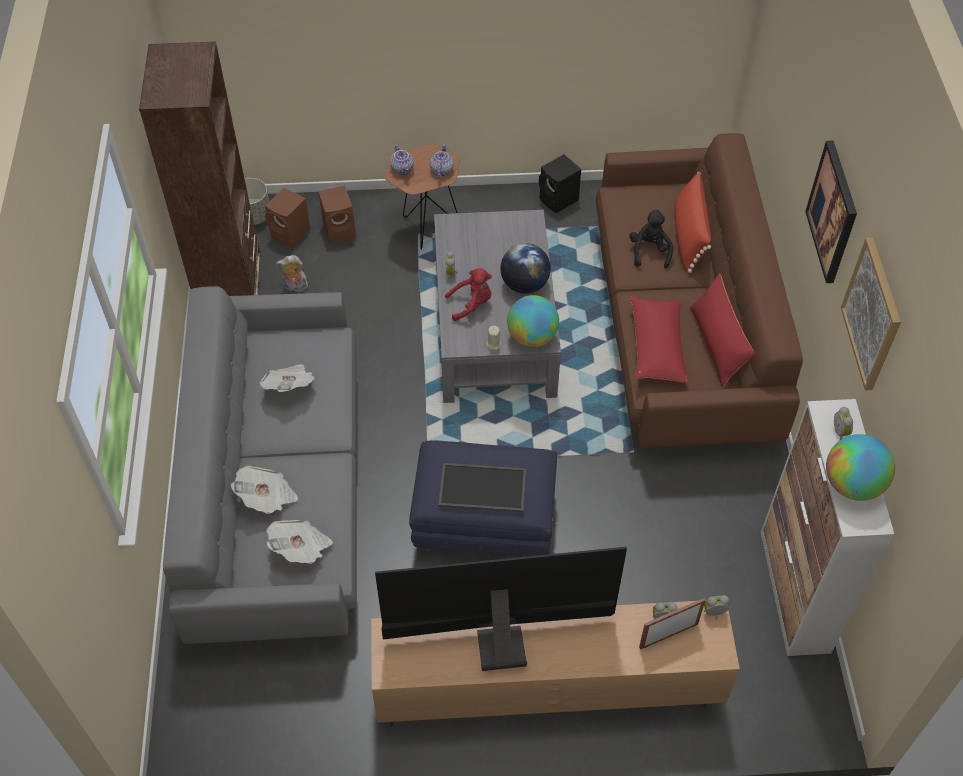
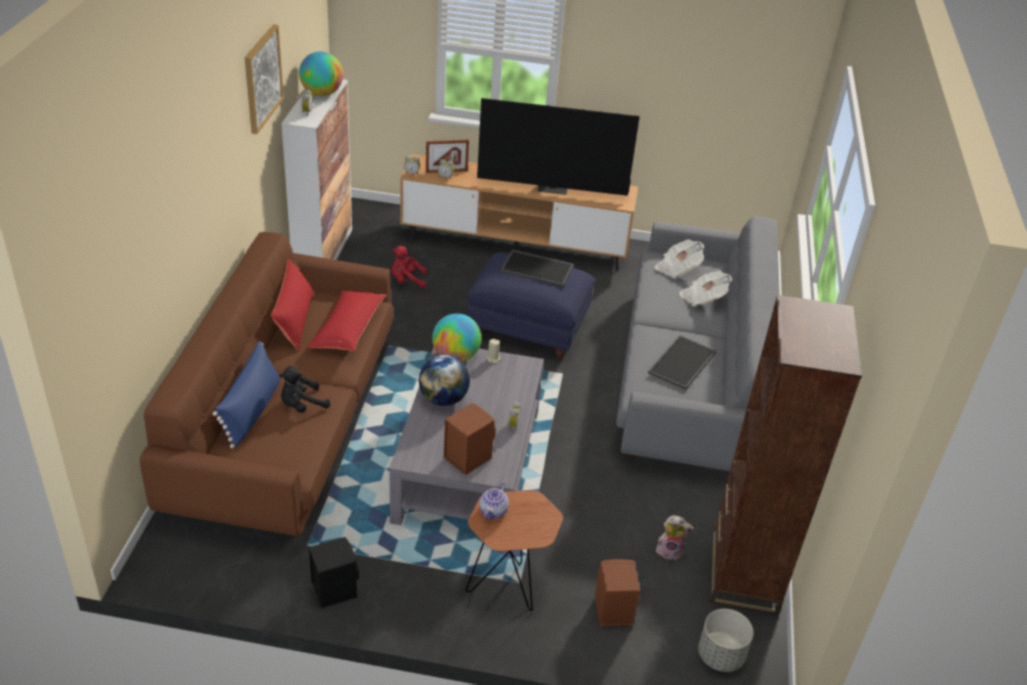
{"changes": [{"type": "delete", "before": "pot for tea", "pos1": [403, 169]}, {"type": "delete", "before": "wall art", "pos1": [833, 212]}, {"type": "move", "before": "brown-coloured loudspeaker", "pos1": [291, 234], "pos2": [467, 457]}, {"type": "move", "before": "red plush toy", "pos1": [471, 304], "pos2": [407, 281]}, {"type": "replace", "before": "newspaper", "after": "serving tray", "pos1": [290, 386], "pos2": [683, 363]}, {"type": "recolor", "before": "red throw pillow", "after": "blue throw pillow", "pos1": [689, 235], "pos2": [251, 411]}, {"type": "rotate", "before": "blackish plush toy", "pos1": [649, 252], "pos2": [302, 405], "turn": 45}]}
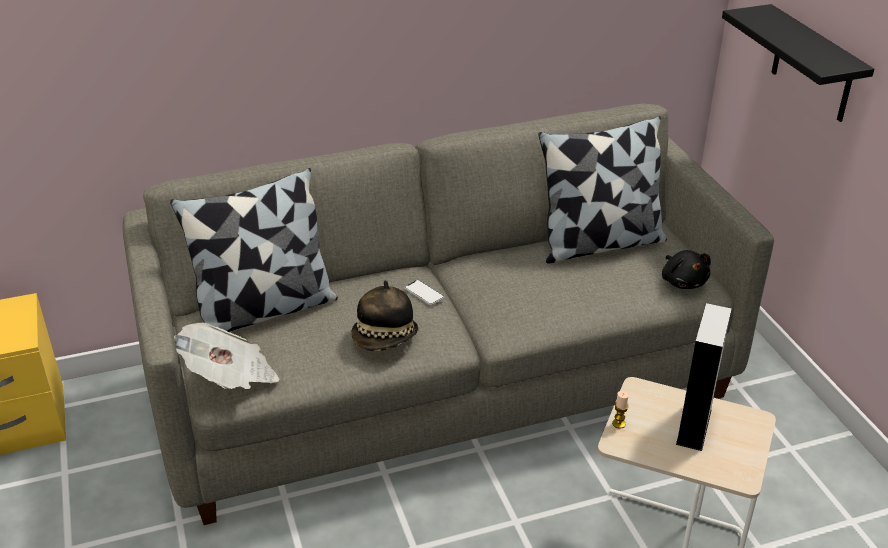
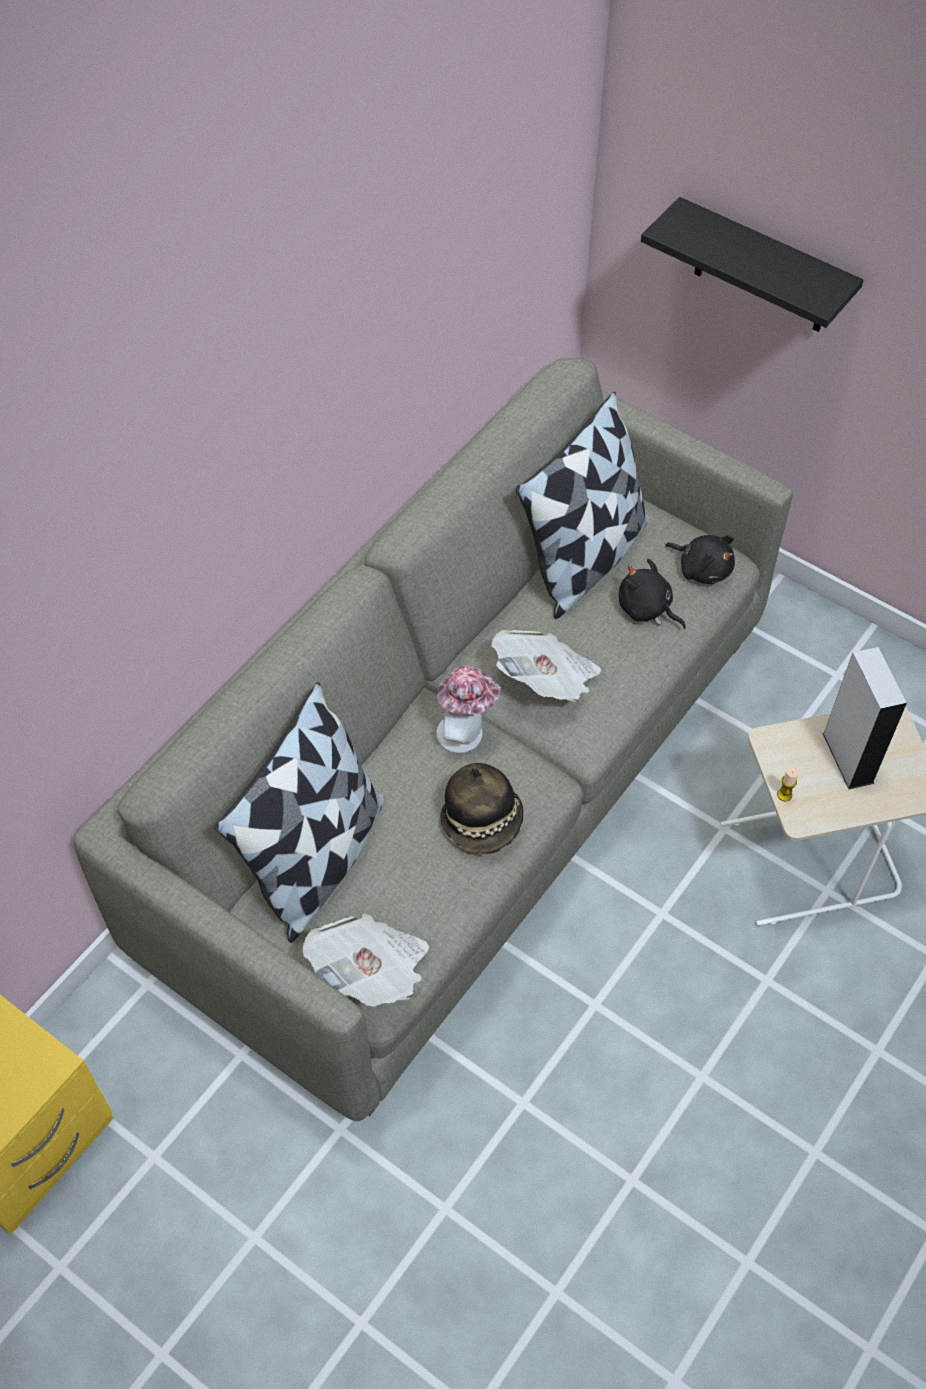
{"changes": [{"type": "insert", "after": "newspaper", "pos2": [546, 680]}, {"type": "insert", "after": "blackish plush toy", "pos2": [646, 609]}, {"type": "replace", "before": "handset", "after": "wearable hat", "pos1": [424, 293], "pos2": [466, 734]}]}
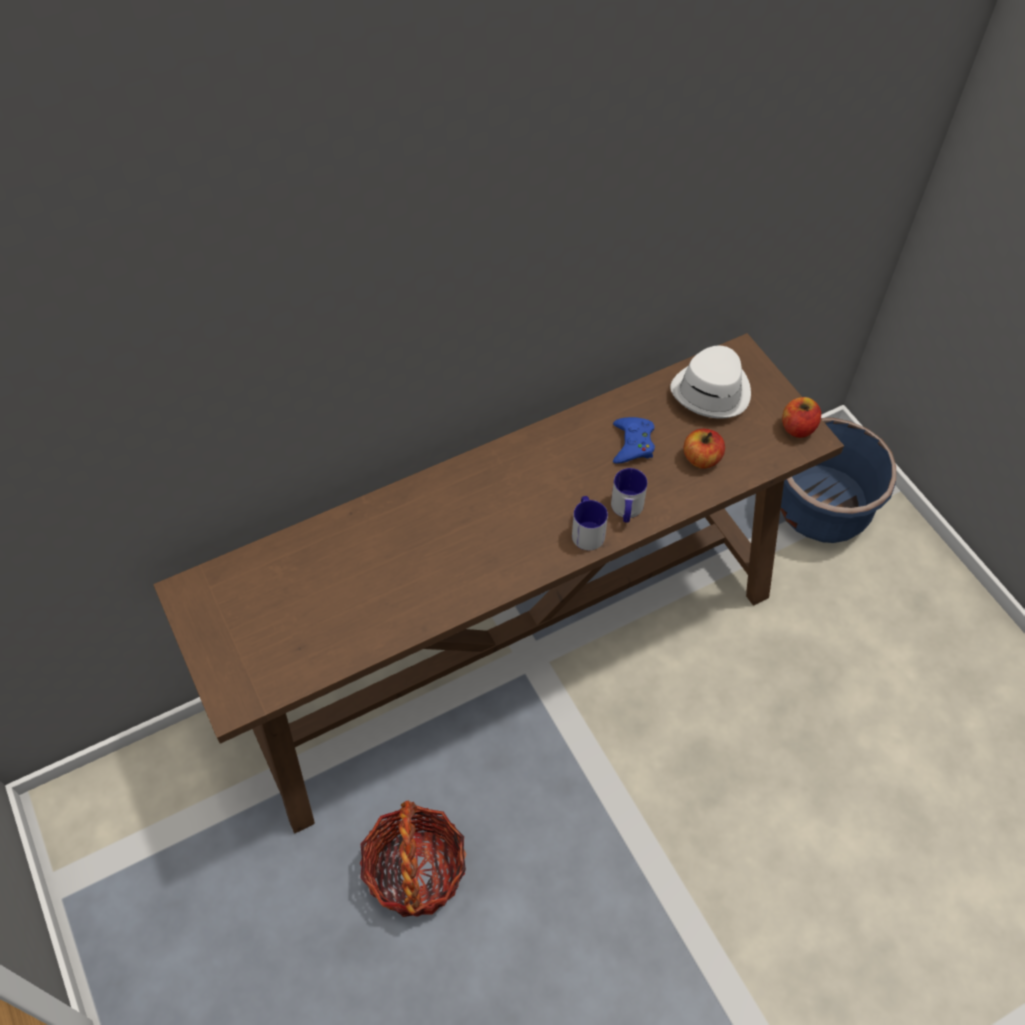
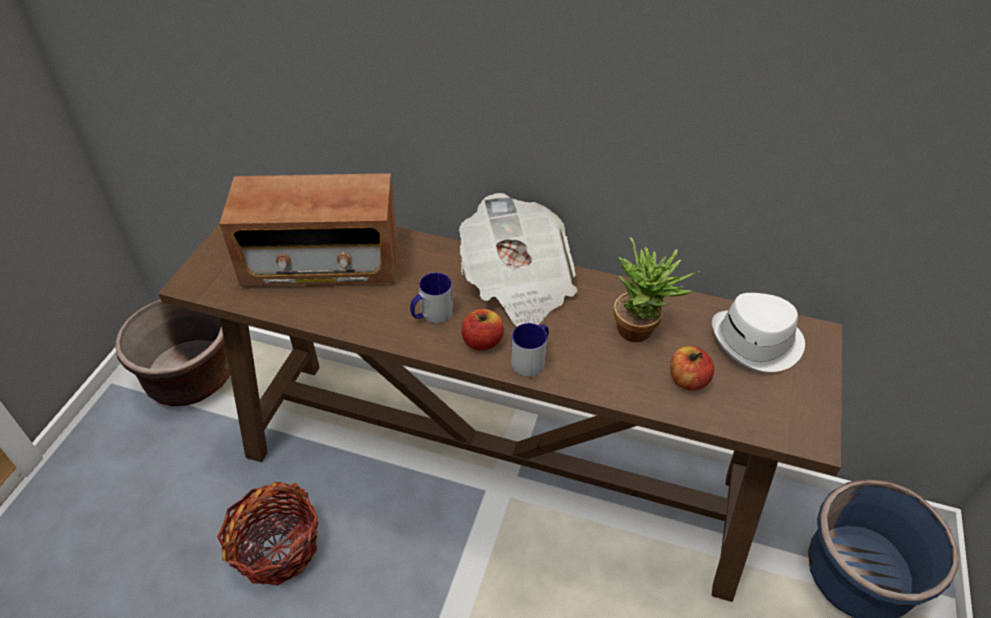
{"changes": [{"type": "insert", "after": "brown-coloured flower pot", "pos2": [191, 377]}, {"type": "insert", "after": "radio", "pos2": [321, 263]}, {"type": "insert", "after": "newspaper", "pos2": [517, 284]}, {"type": "move", "before": "coffee mug", "pos1": [626, 510], "pos2": [431, 314]}, {"type": "move", "before": "apple", "pos1": [797, 428], "pos2": [482, 341]}, {"type": "replace", "before": "blue game controller", "after": "plant in a pot", "pos1": [632, 444], "pos2": [642, 330]}]}
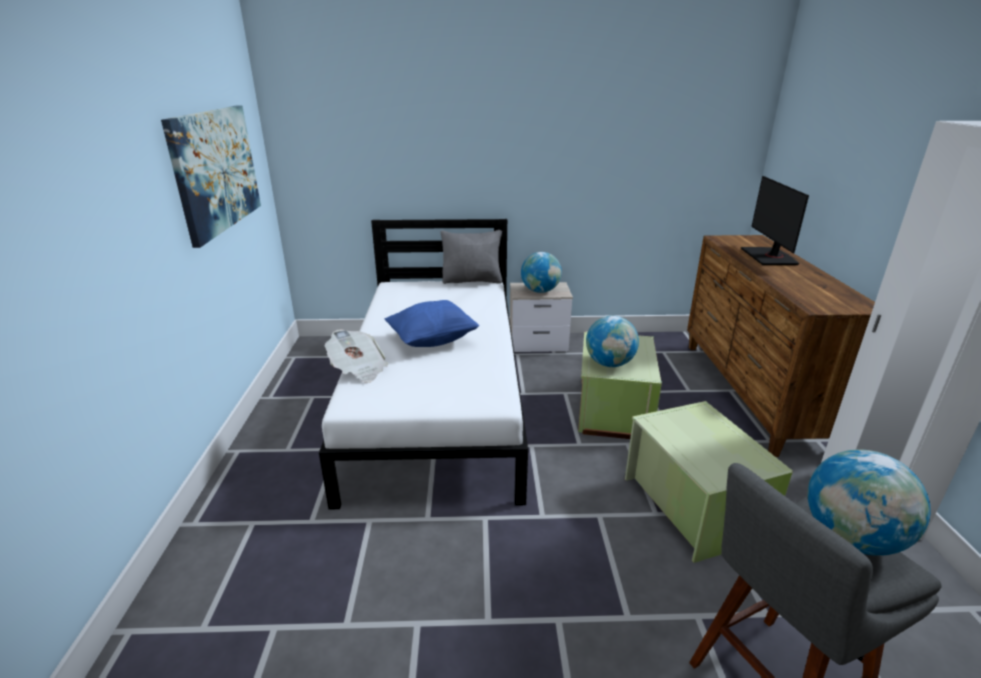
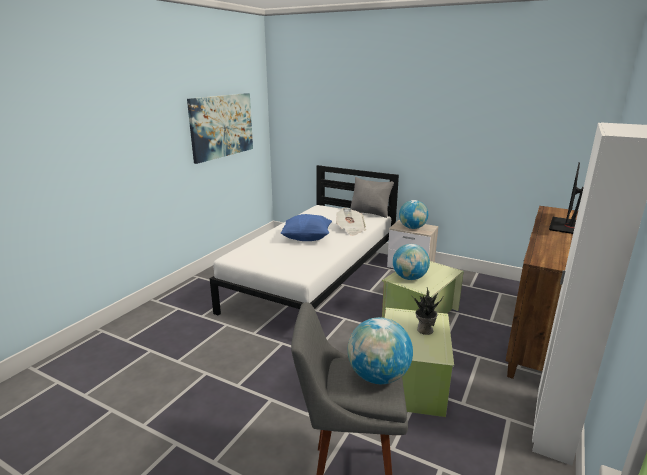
{"changes": [{"type": "insert", "after": "plant in a pot", "pos2": [424, 330]}, {"type": "move", "before": "newspaper", "pos1": [358, 369], "pos2": [350, 229]}]}
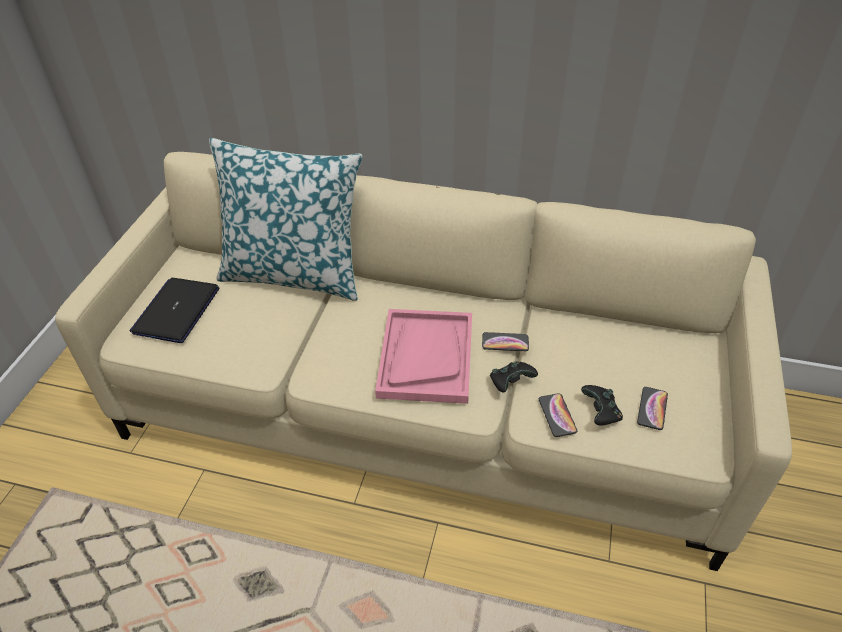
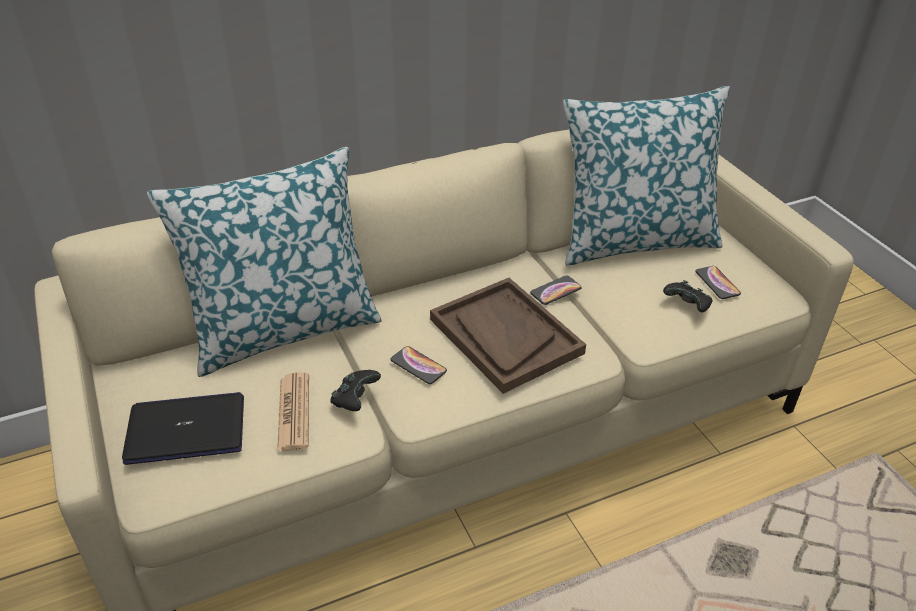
{"changes": [{"type": "insert", "after": "newspaper", "pos2": [294, 412]}, {"type": "insert", "after": "throw pillow", "pos2": [634, 240]}, {"type": "move", "before": "blackish game controller", "pos1": [510, 383], "pos2": [355, 399]}, {"type": "move", "before": "handset", "pos1": [557, 415], "pos2": [418, 366]}, {"type": "recolor", "before": "pinkish serving tray", "after": "brown-coloured serving tray", "pos1": [426, 357], "pos2": [505, 336]}, {"type": "rotate", "before": "portable computer", "pos1": [176, 311], "pos2": [187, 429], "turn": 105}]}
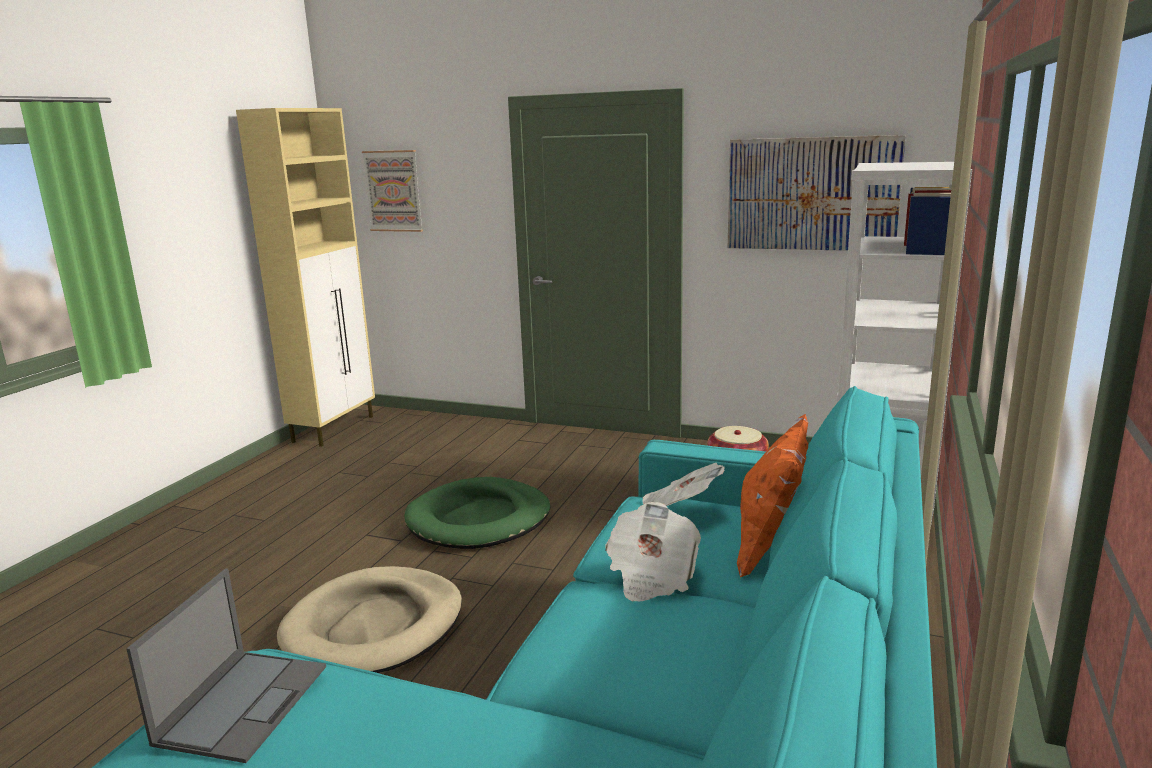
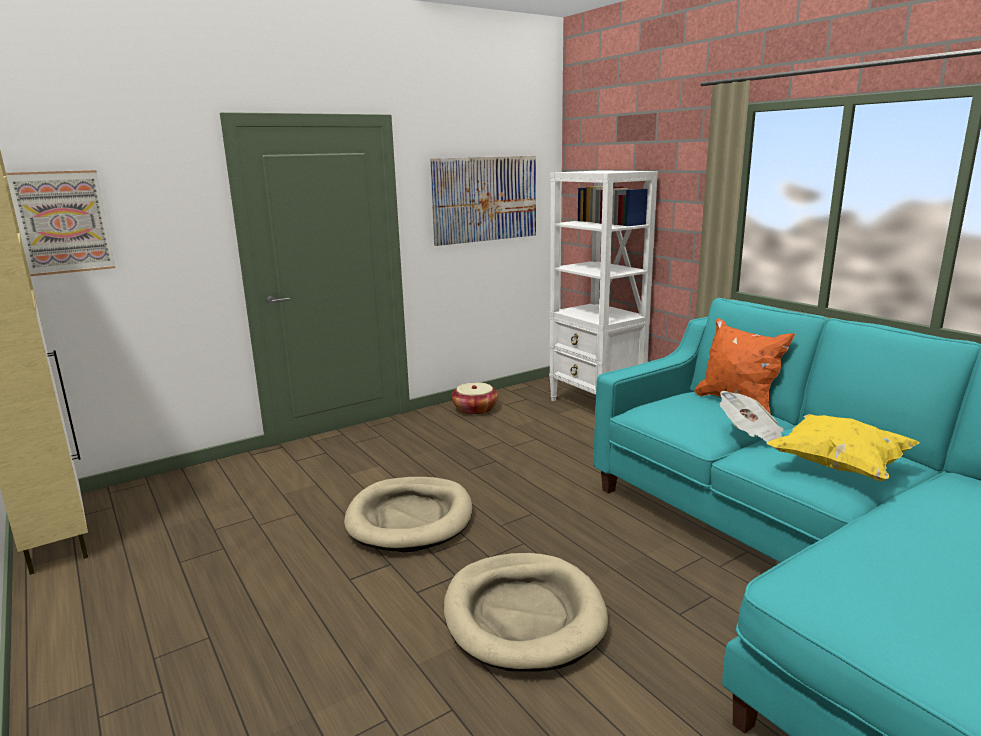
{"changes": [{"type": "delete", "before": "portable computer", "pos1": [243, 703]}, {"type": "delete", "before": "newspaper", "pos1": [679, 508]}, {"type": "insert", "after": "yellow-coloured throw pillow", "pos2": [838, 466]}, {"type": "recolor", "before": "green-coloured dog bed", "after": "beige-coloured dog bed", "pos1": [479, 519], "pos2": [410, 518]}]}
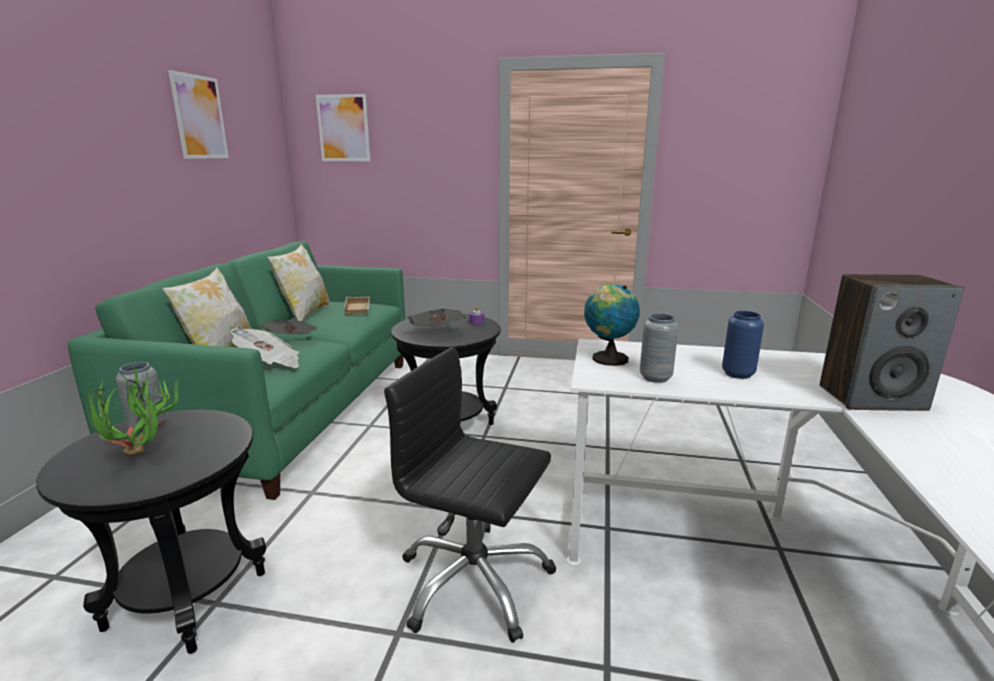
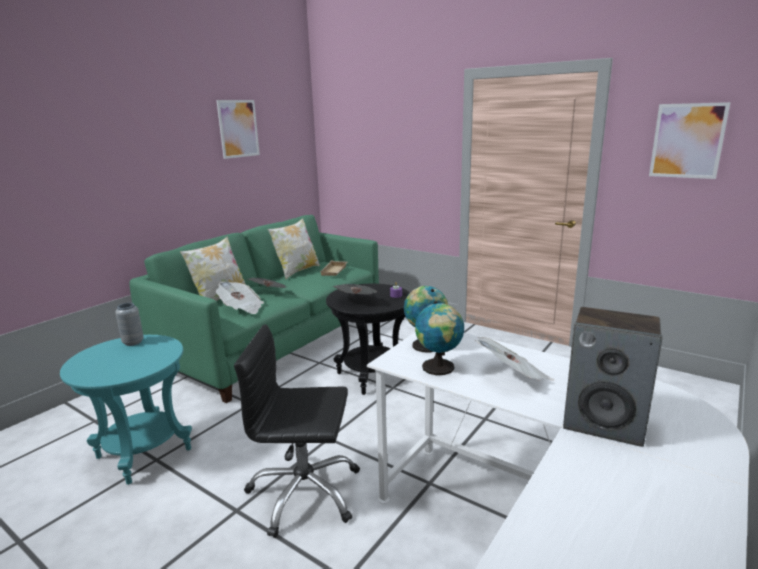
{"changes": [{"type": "delete", "before": "plant in a pot", "pos1": [143, 457]}, {"type": "move", "before": "wall art", "pos1": [343, 128], "pos2": [687, 141]}, {"type": "replace", "before": "greyish vase", "after": "globe", "pos1": [655, 378], "pos2": [439, 368]}, {"type": "replace", "before": "blue vase", "after": "newspaper", "pos1": [738, 374], "pos2": [513, 378]}, {"type": "recolor", "before": "blackish accent table", "after": "blue-green accent table", "pos1": [187, 600], "pos2": [144, 453]}, {"type": "rotate", "before": "blackish desk chair", "pos1": [474, 582], "pos2": [304, 493], "turn": -45}]}
